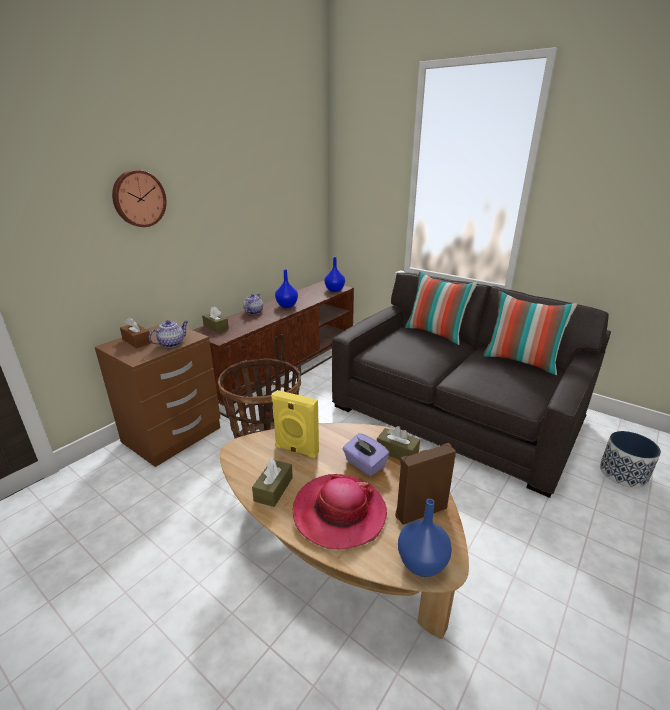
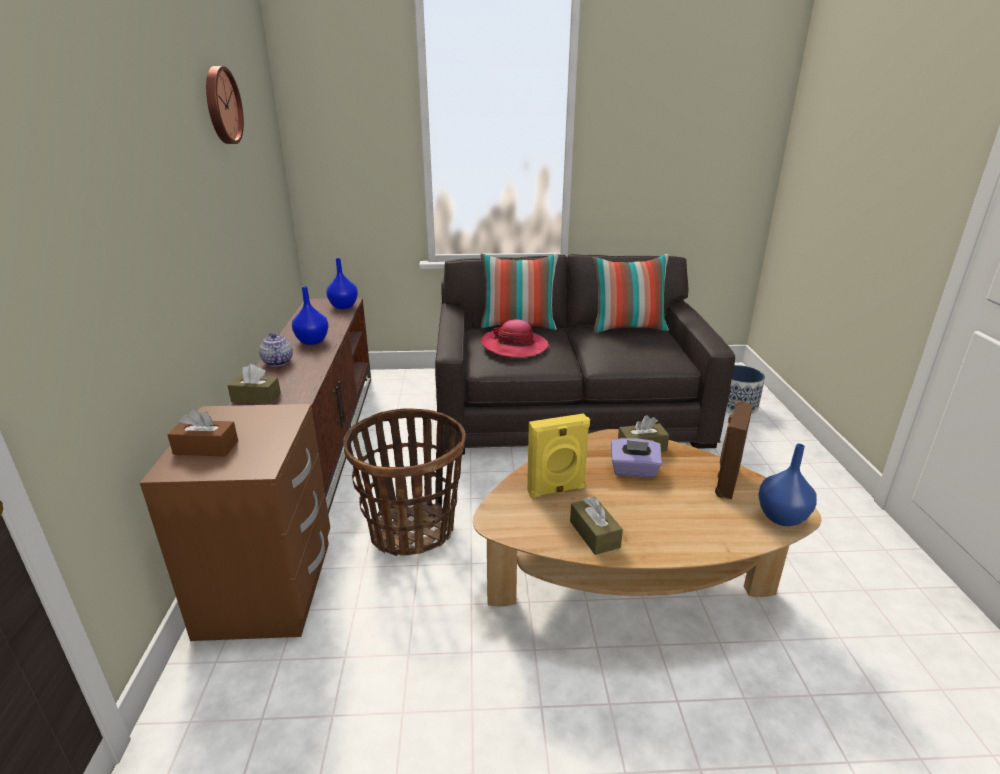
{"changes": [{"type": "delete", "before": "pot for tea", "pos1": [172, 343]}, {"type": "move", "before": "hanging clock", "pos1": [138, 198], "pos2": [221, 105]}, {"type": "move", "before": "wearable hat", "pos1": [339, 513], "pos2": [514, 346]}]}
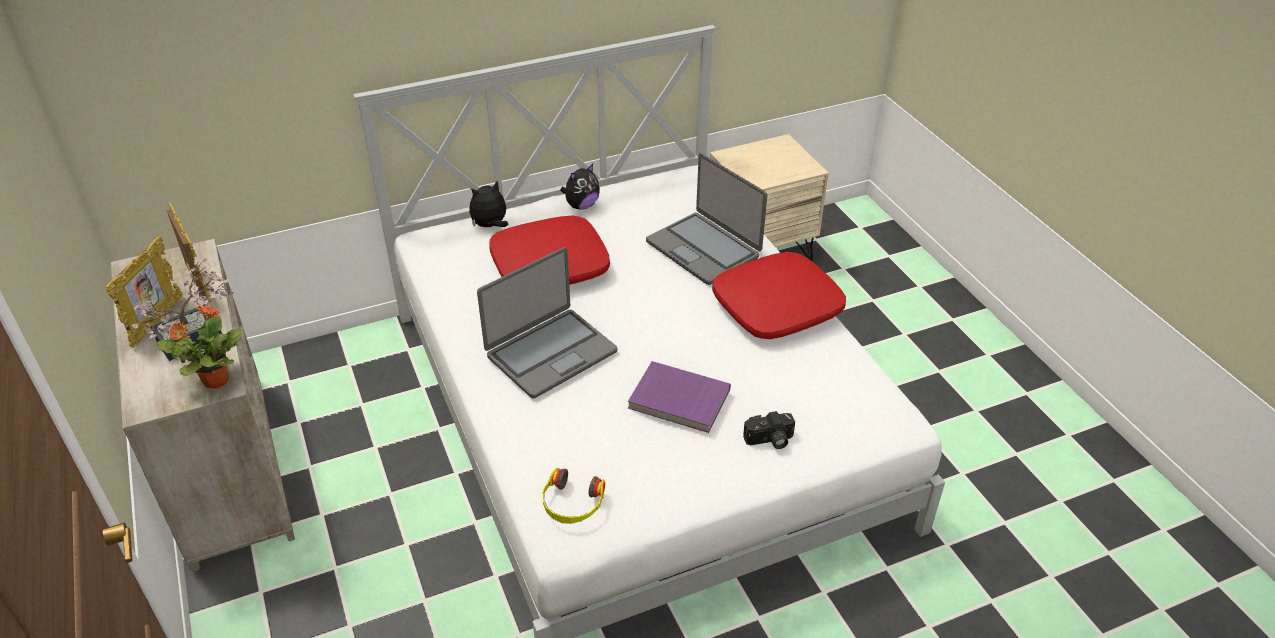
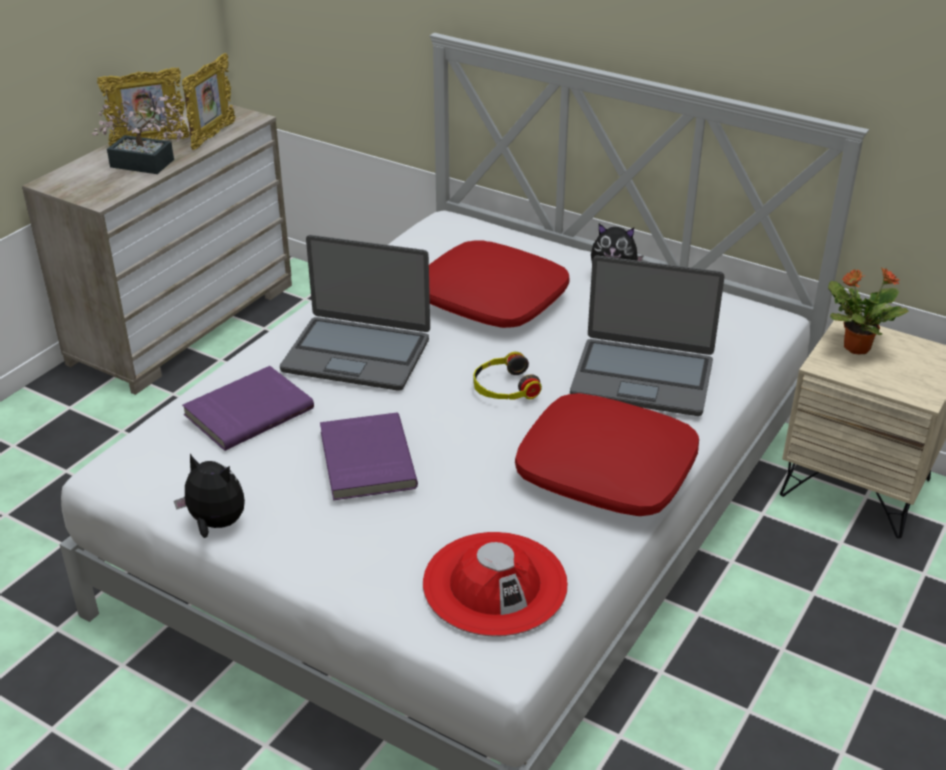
{"changes": [{"type": "delete", "before": "still camera", "pos1": [769, 440]}, {"type": "insert", "after": "purple-coloured volume", "pos2": [247, 411]}, {"type": "insert", "after": "red wearable hat", "pos2": [495, 583]}, {"type": "move", "before": "plant in a pot", "pos1": [215, 381], "pos2": [855, 347]}, {"type": "move", "before": "plush toy", "pos1": [490, 226], "pos2": [215, 524]}, {"type": "move", "before": "headset", "pos1": [572, 503], "pos2": [504, 387]}, {"type": "rotate", "before": "portable computer", "pos1": [704, 249], "pos2": [642, 377], "turn": -90}]}
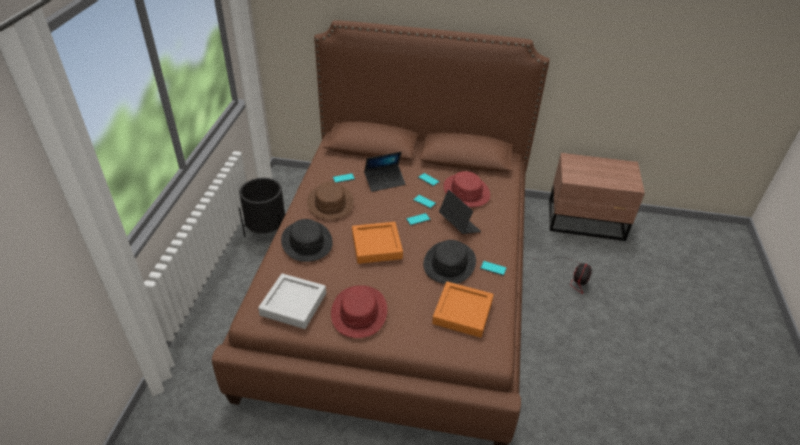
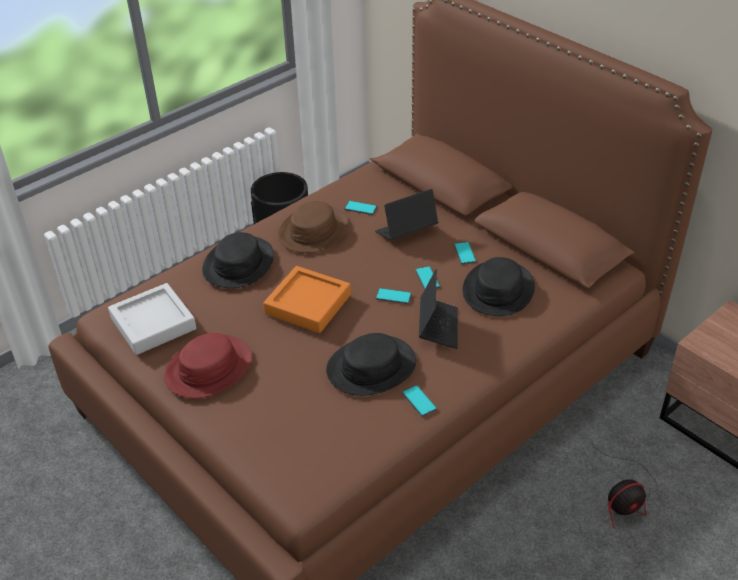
{"changes": [{"type": "delete", "before": "orange serving tray", "pos1": [462, 312]}, {"type": "recolor", "before": "red wearable hat", "after": "blackish wearable hat", "pos1": [466, 191], "pos2": [498, 289]}, {"type": "rotate", "before": "portable computer", "pos1": [385, 181], "pos2": [406, 232], "turn": 135}]}
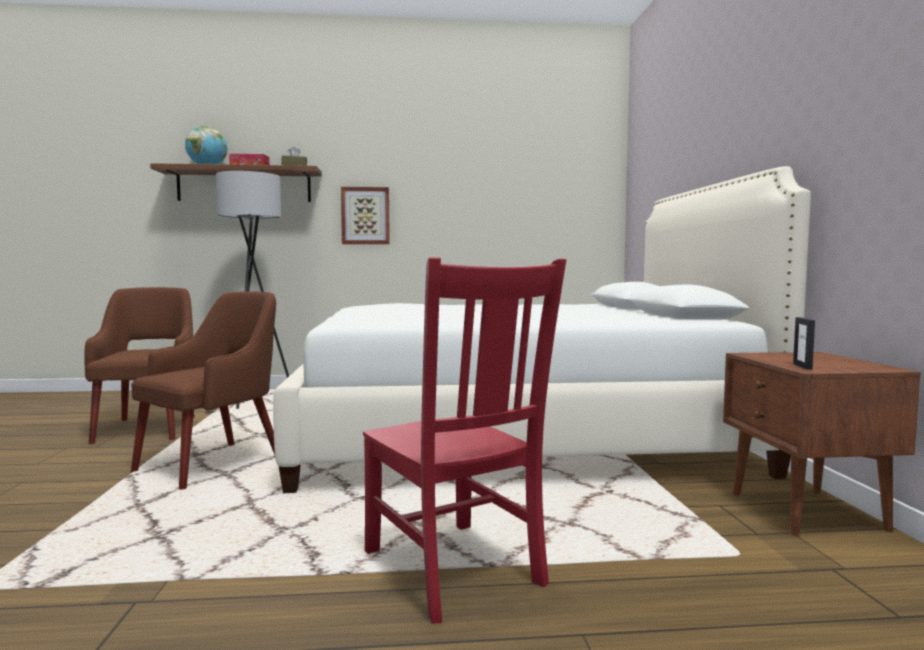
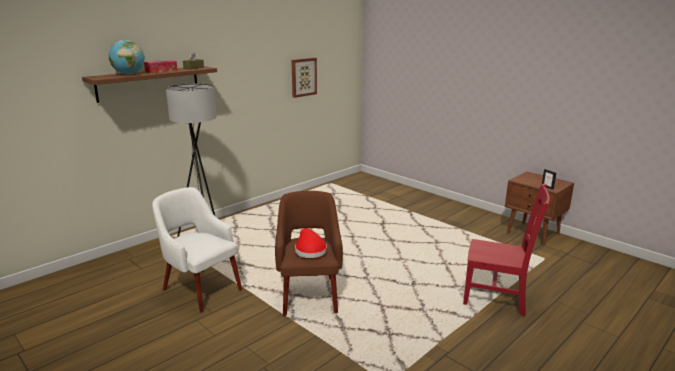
{"changes": [{"type": "delete", "before": "whitish bedroom bed", "pos1": [516, 436]}, {"type": "insert", "after": "red wearable hat", "pos2": [309, 250]}, {"type": "move", "before": "wall art", "pos1": [365, 216], "pos2": [303, 77]}, {"type": "recolor", "before": "brown-coloured armchair", "after": "whitish armchair", "pos1": [148, 428], "pos2": [200, 288]}]}
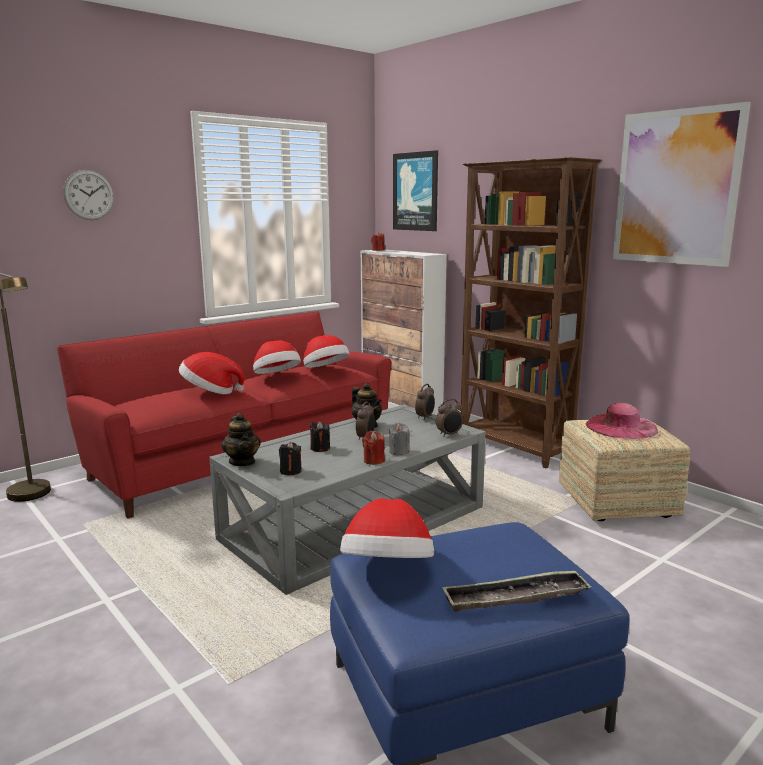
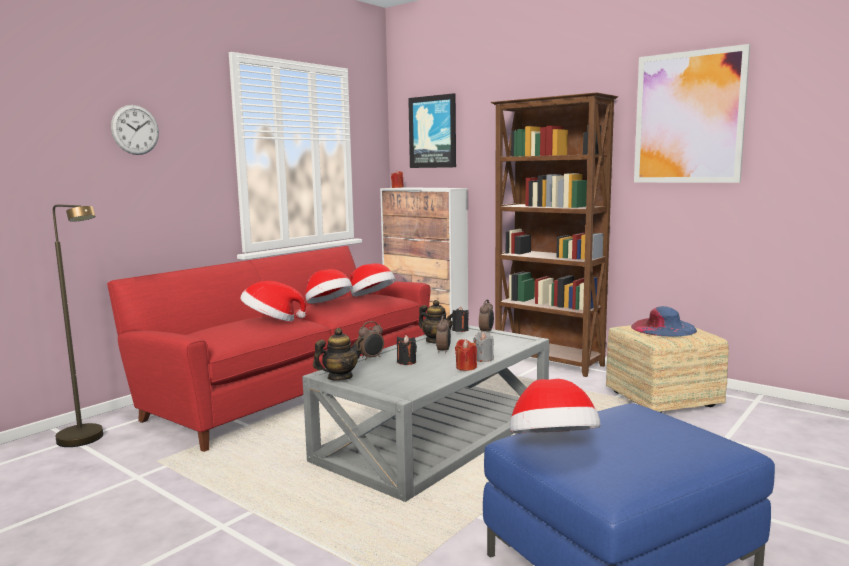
{"changes": [{"type": "delete", "before": "serving tray", "pos1": [515, 598]}, {"type": "move", "before": "blackish candle", "pos1": [290, 471], "pos2": [460, 330]}, {"type": "move", "before": "table clock", "pos1": [449, 435], "pos2": [371, 358]}, {"type": "recolor", "before": "pinkish wearable hat", "after": "blue wearable hat", "pos1": [621, 427], "pos2": [663, 328]}, {"type": "rotate", "before": "pot for tea", "pos1": [242, 462], "pos2": [339, 377], "turn": -90}]}
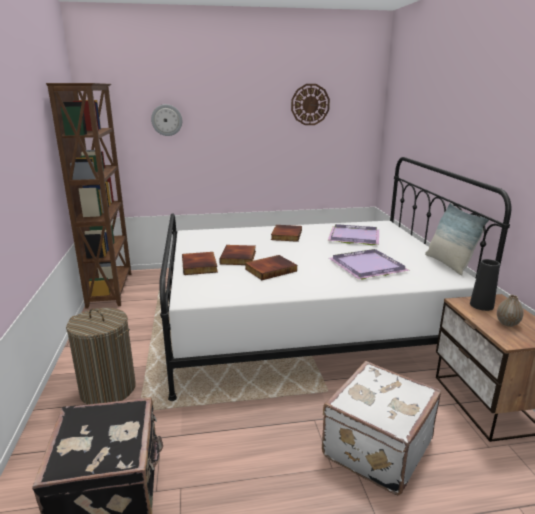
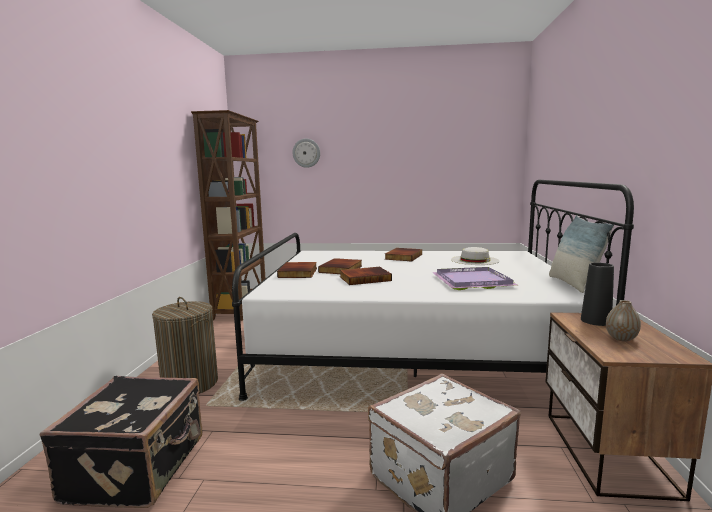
{"changes": [{"type": "delete", "before": "hanging clock", "pos1": [310, 104]}, {"type": "replace", "before": "purple-coloured serving tray", "after": "whitish wearable hat", "pos1": [353, 236], "pos2": [474, 260]}]}
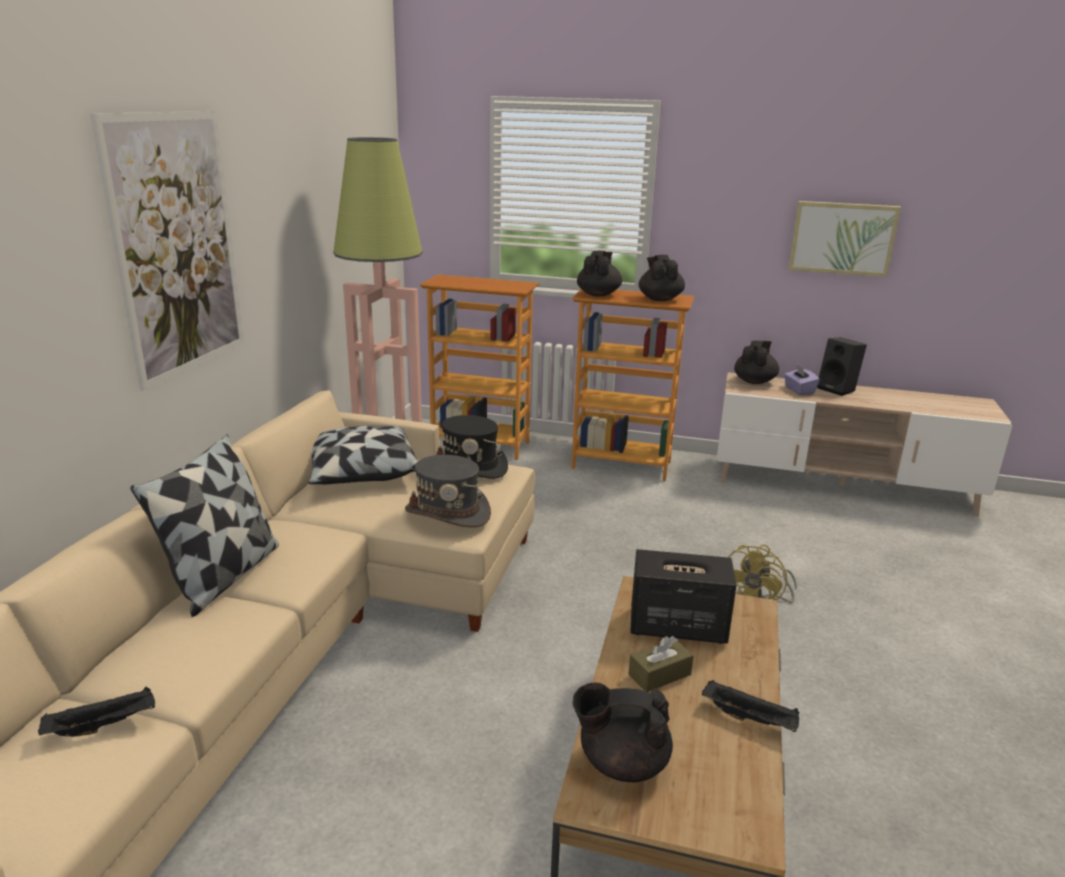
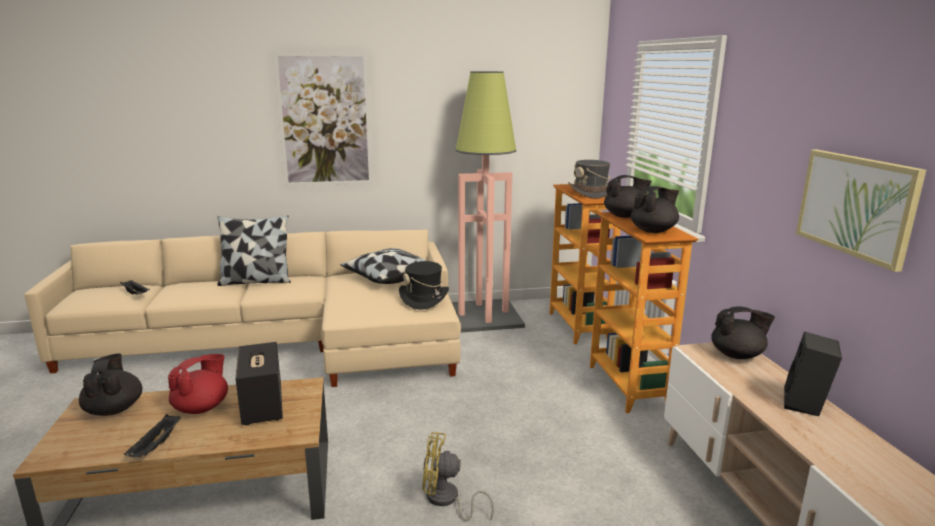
{"changes": [{"type": "delete", "before": "purple-coloured box of tissues", "pos1": [799, 390]}, {"type": "move", "before": "greyish wearable hat", "pos1": [448, 513], "pos2": [590, 193]}, {"type": "replace", "before": "brown-coloured box of tissues", "after": "red pot for tea", "pos1": [659, 674], "pos2": [202, 407]}]}
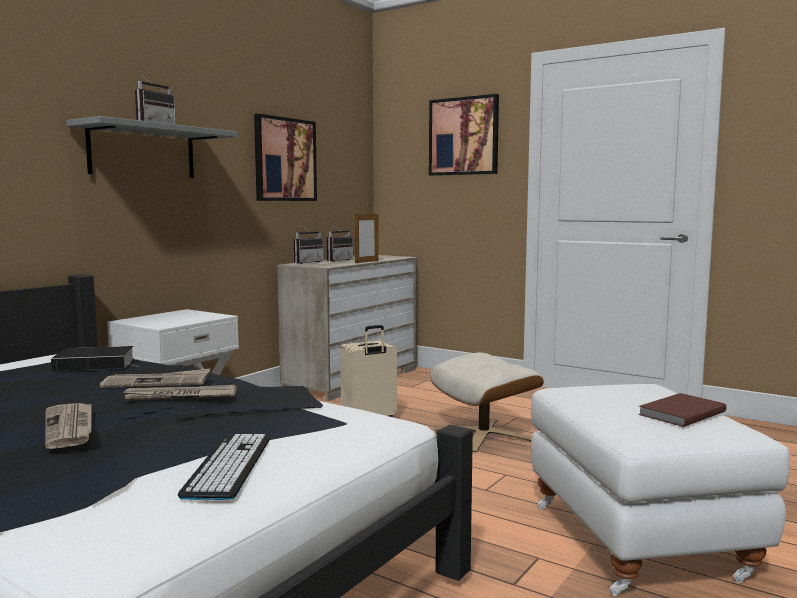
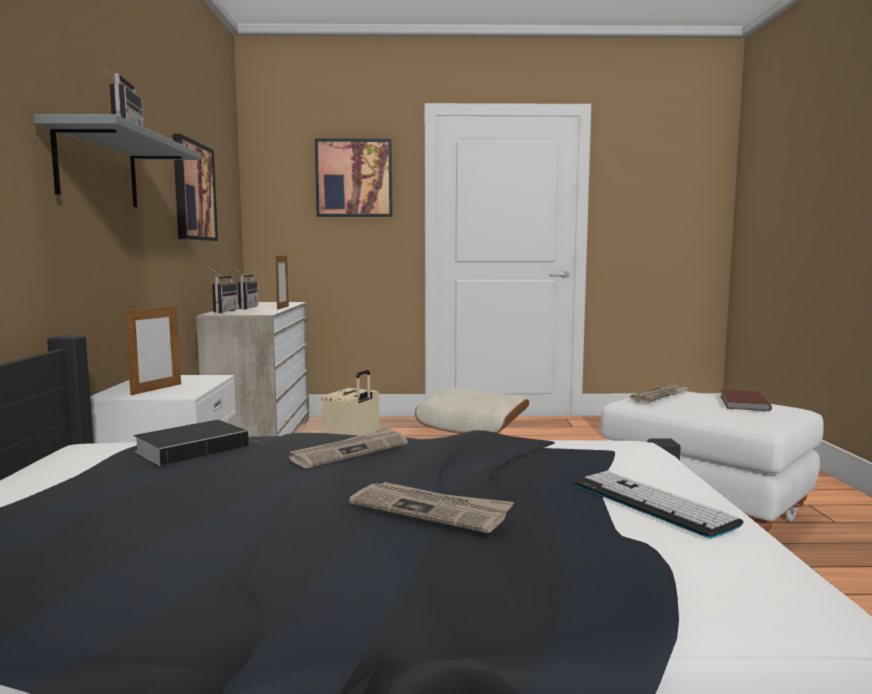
{"changes": [{"type": "insert", "after": "standing frame", "pos2": [156, 389]}, {"type": "move", "before": "newspaper", "pos1": [180, 396], "pos2": [660, 396]}]}
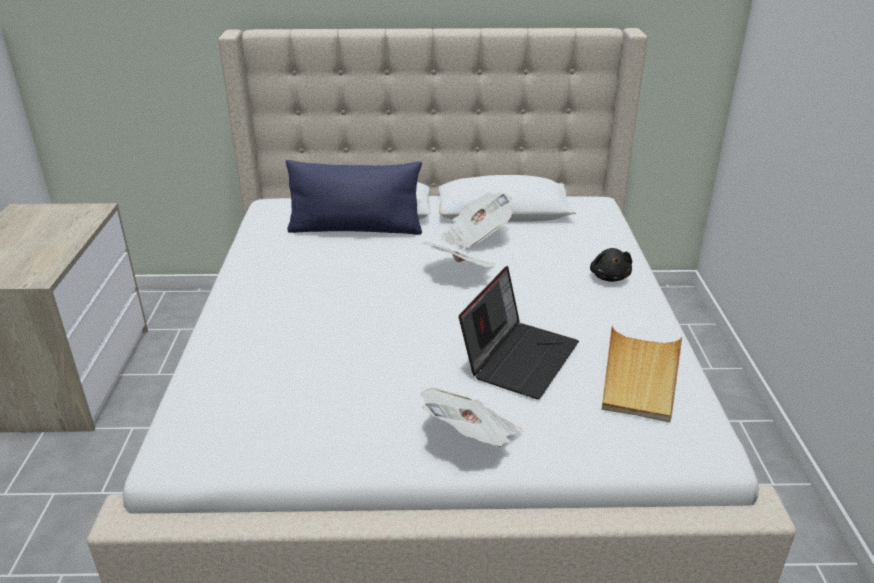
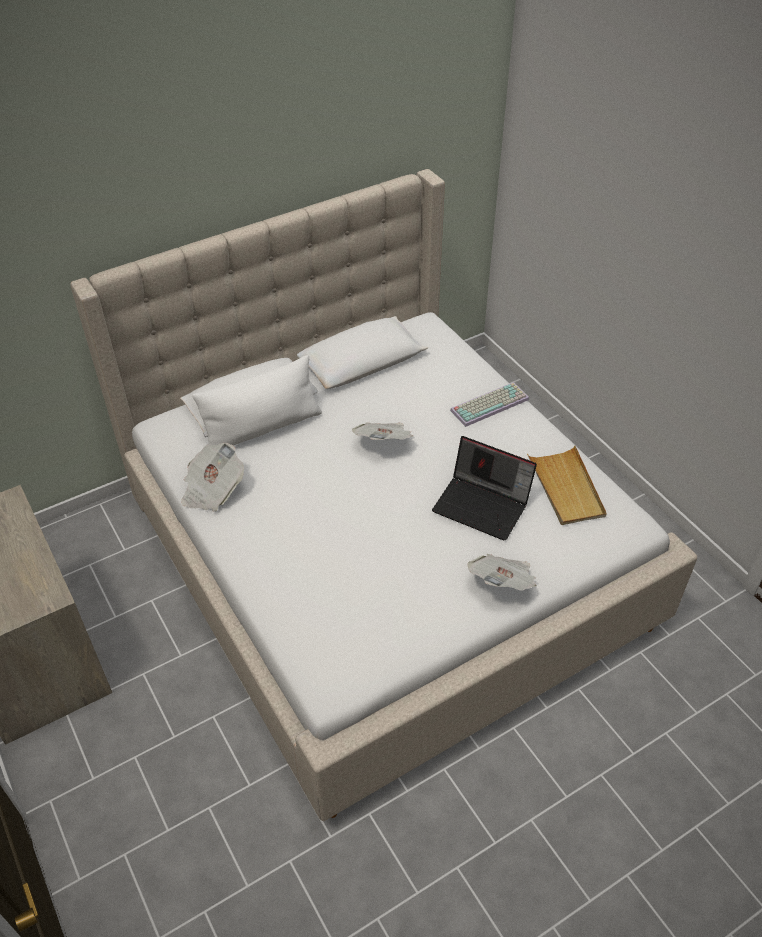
{"changes": [{"type": "move", "before": "newspaper", "pos1": [475, 237], "pos2": [212, 490]}, {"type": "replace", "before": "blackish plush toy", "after": "PC keyboard", "pos1": [609, 277], "pos2": [489, 403]}, {"type": "recolor", "before": "blue throw pillow", "after": "whitish throw pillow", "pos1": [355, 229], "pos2": [263, 428]}, {"type": "rotate", "before": "portable computer", "pos1": [519, 357], "pos2": [483, 505], "turn": 120}]}
